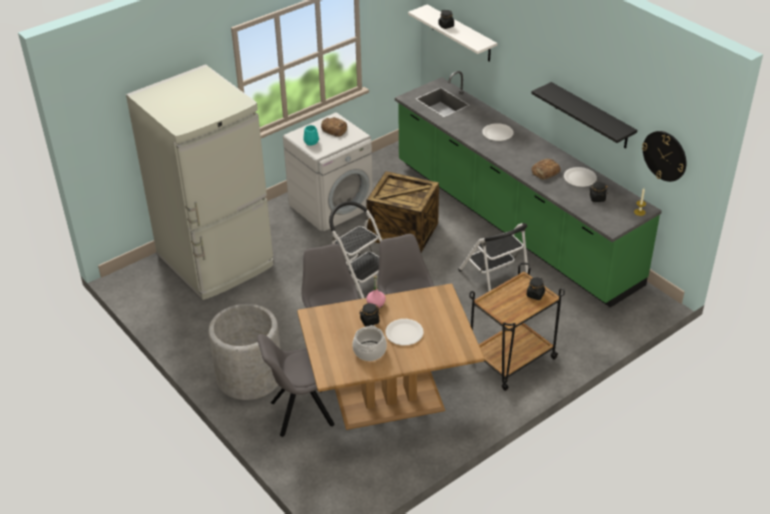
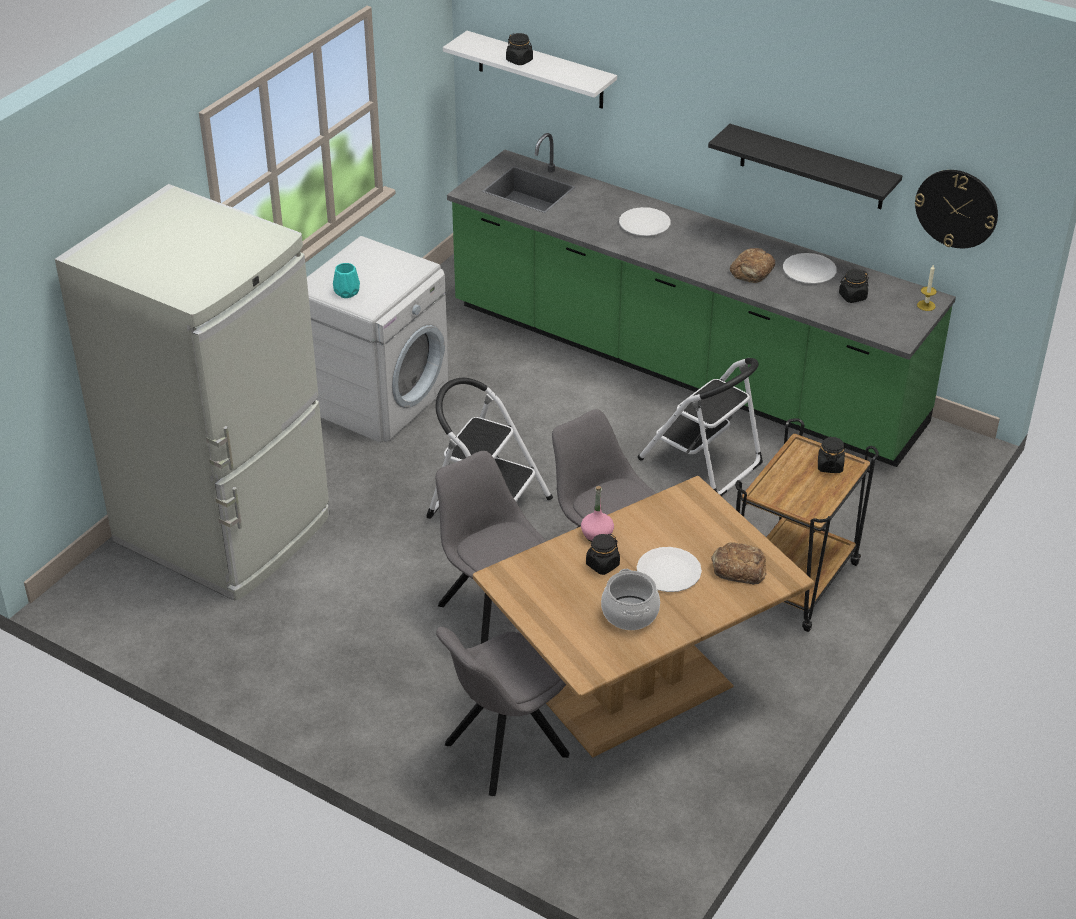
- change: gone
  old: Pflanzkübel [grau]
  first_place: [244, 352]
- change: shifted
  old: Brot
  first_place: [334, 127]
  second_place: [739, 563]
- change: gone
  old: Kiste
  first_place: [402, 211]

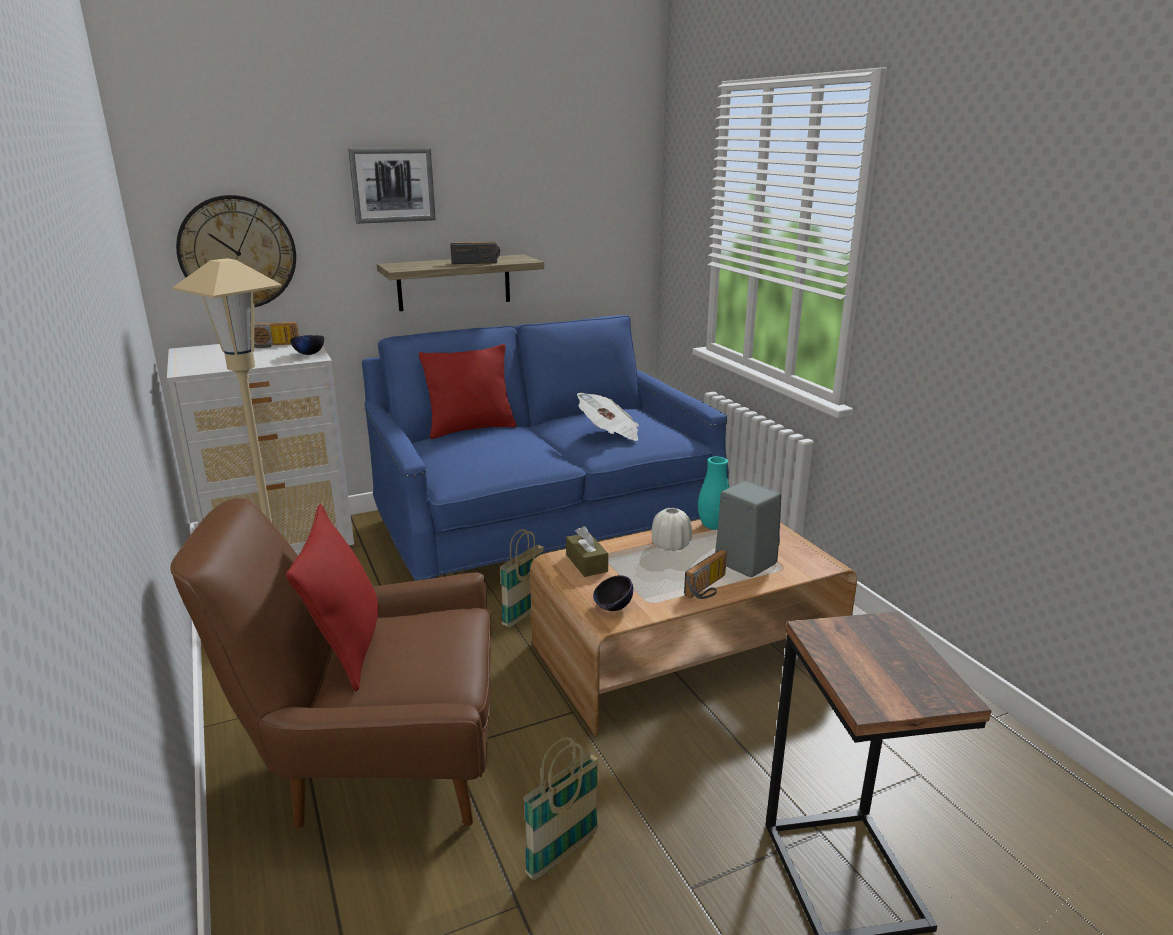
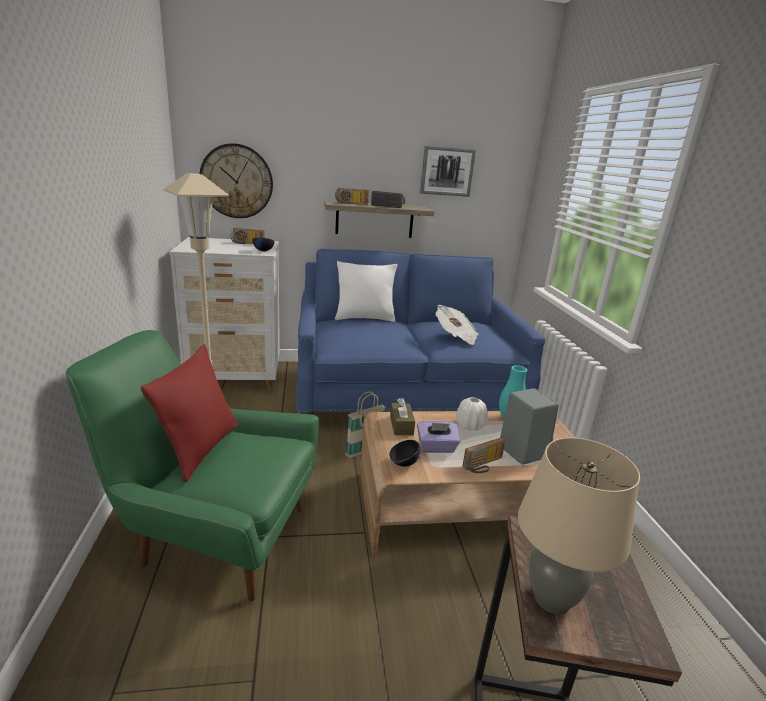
- change: repainted
  old: Sessel [braun]
  new: Sessel [grün]
  first_place: [331, 663]
  second_place: [192, 466]
- change: shifted
  old: Bild
  first_place: [392, 186]
  second_place: [448, 171]
- change: repainted
  old: Kissen [rot]
  new: Kissen [weiß]
  first_place: [468, 391]
  second_place: [366, 291]
- change: gone
  old: Korb
  first_place: [561, 808]
- change: new
  new: Radio
  second_place: [352, 196]
- change: new
  new: Taschentuchbox [lila]
  second_place: [439, 437]
- change: new
  new: Tischlampe [beige]
  second_place: [579, 525]

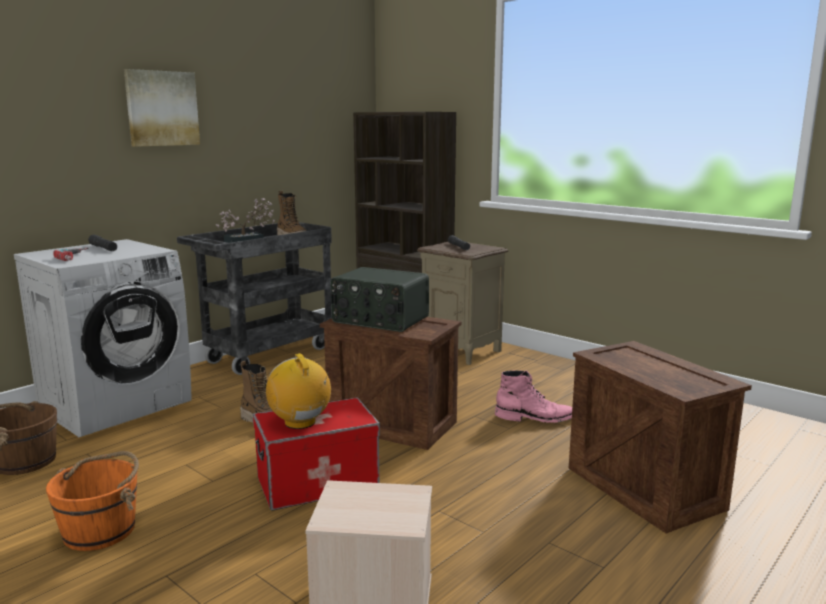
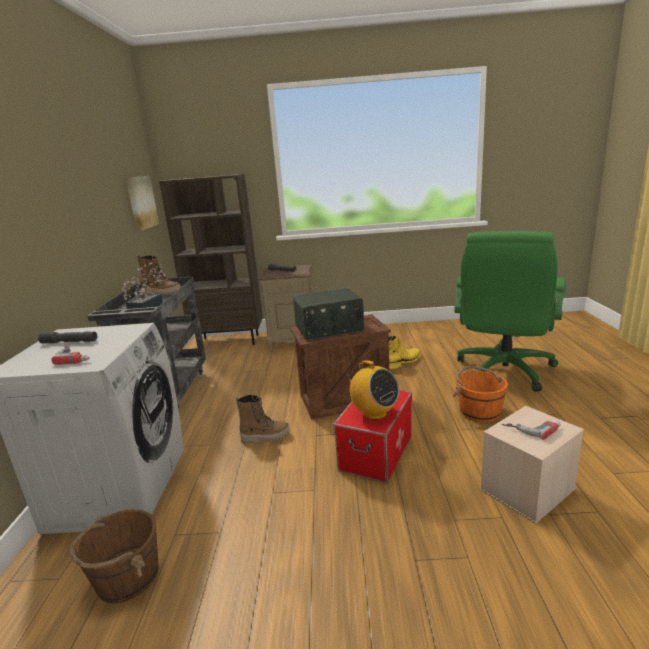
- change: shifted
  old: Eimer [orange]
  first_place: [92, 501]
  second_place: [481, 394]
- change: shifted
  old: Bild
  first_place: [162, 108]
  second_place: [142, 203]
- change: rotated
  old: Radio
  first_place: [298, 391]
  second_place: [373, 390]
  degrees: -150
- change: repainted
  old: Stiefel [rosa]
  new: Stiefel [gelb]
  first_place: [533, 396]
  second_place: [405, 352]
- change: swapped
  old: Kiste
  new: Bürostuhl [grün]
  first_place: [660, 437]
  second_place: [510, 311]
- change: new
  new: Bohrmaschine
  second_place: [531, 430]

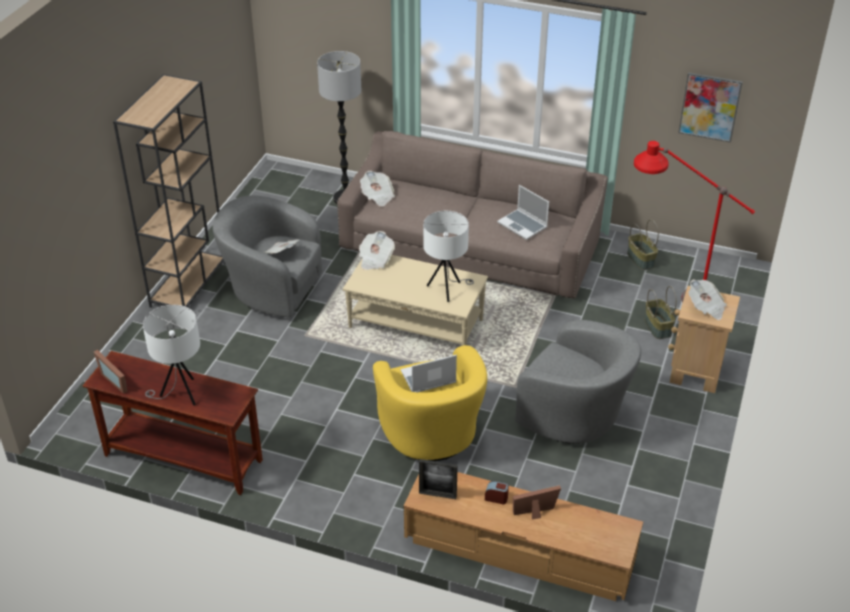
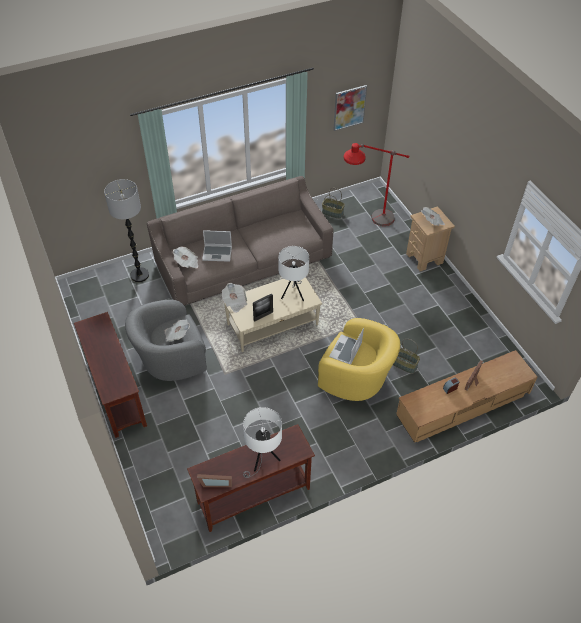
- change: swapped
  old: Bücherregal
  new: Konsolentisch [braun]
  first_place: [169, 191]
  second_place: [110, 375]
- change: shifted
  old: Bilderrahmen
  first_place: [438, 479]
  second_place: [263, 307]
- change: shifted
  old: Laptop
  first_place: [523, 212]
  second_place: [217, 246]
- change: gone
  old: Sessel [grau]
  first_place: [578, 382]
- change: shifted
  old: Korb
  first_place: [660, 312]
  second_place: [406, 356]

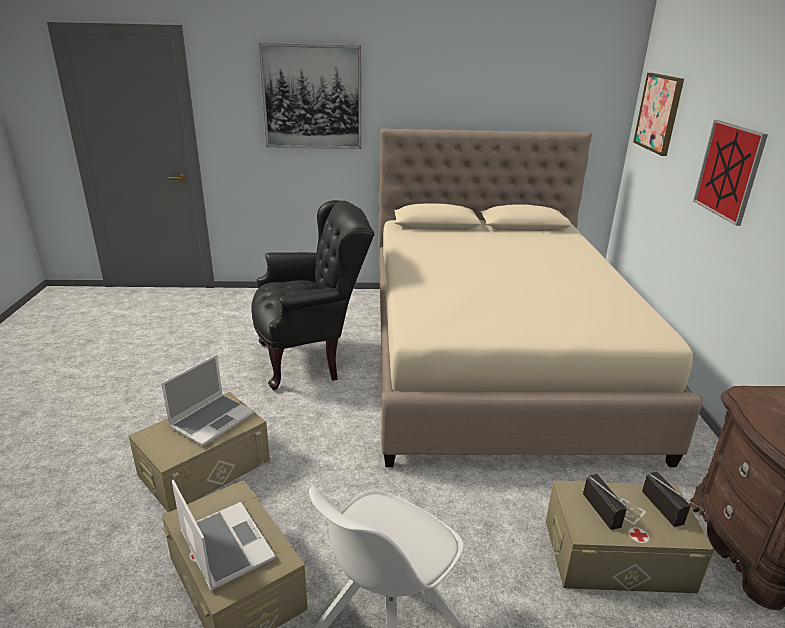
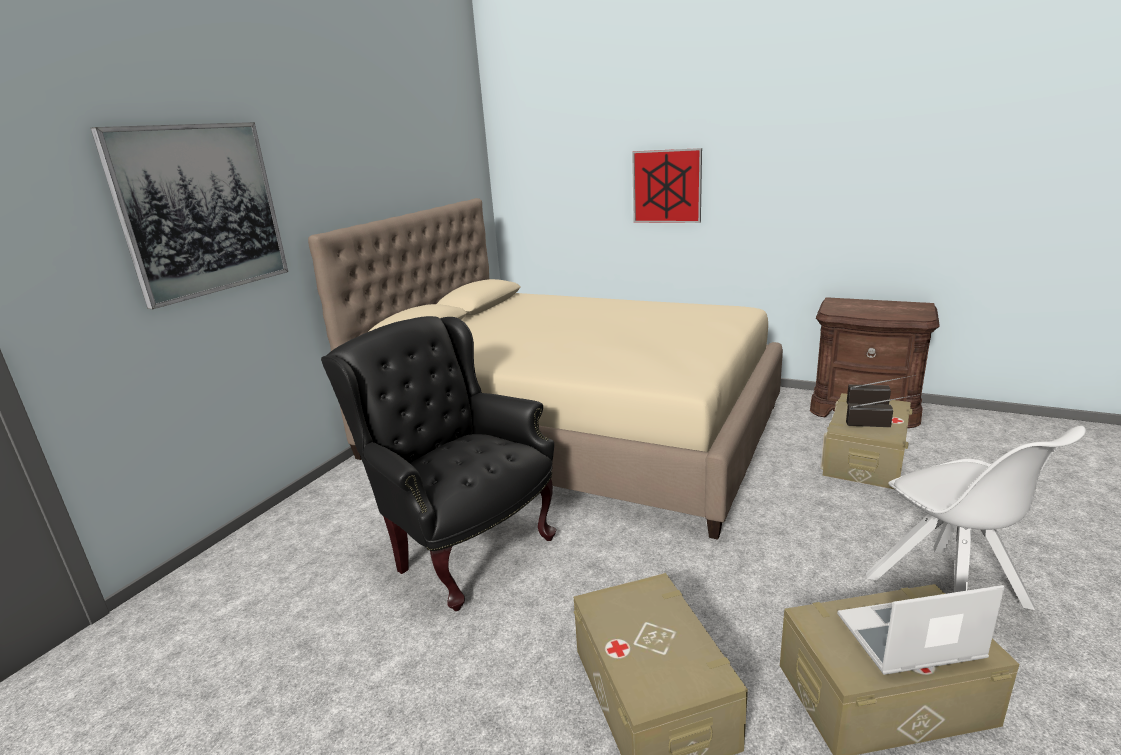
- change: gone
  old: Laptop
  first_place: [207, 400]
- change: rotated
  old: Sessel [schwarz]
  first_place: [312, 295]
  second_place: [438, 463]
  degrees: -60
- change: gone
  old: Bild
  first_place: [658, 114]

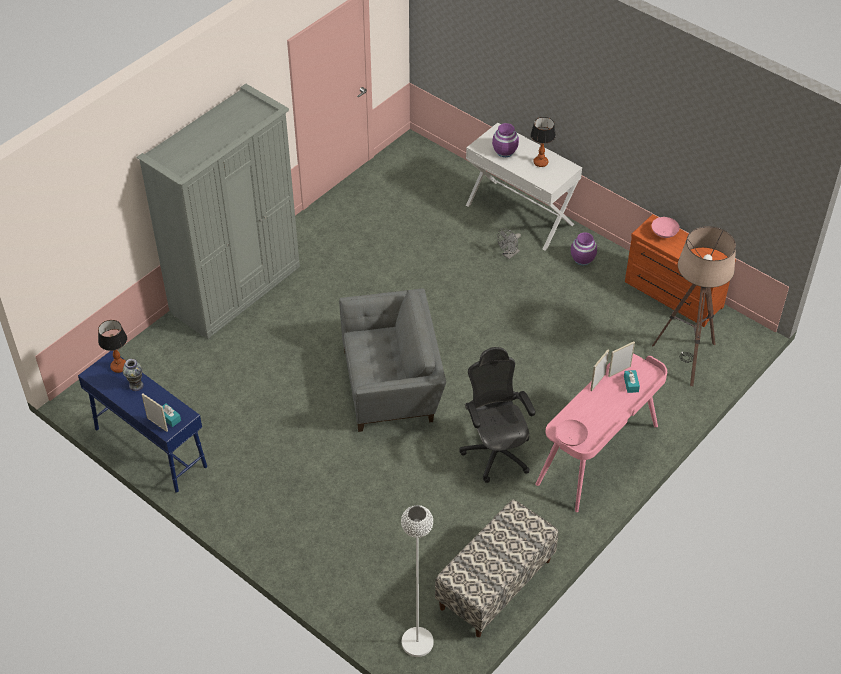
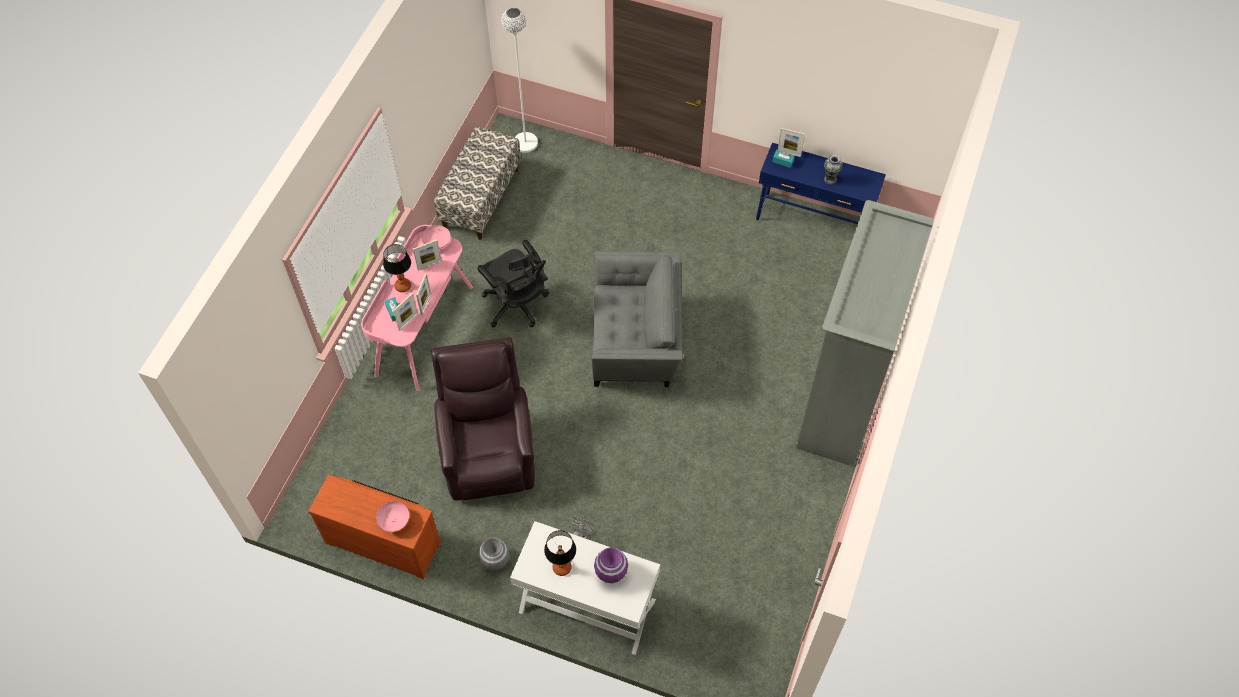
- change: shifted
  old: Tischlampe
  first_place: [112, 346]
  second_place: [397, 268]
- change: rotated
  old: Sessel [grau]
  first_place: [392, 360]
  second_place: [637, 319]
  degrees: -150
- change: repainted
  old: Vase [lila]
  new: Vase [grau]
  first_place: [584, 248]
  second_place: [494, 554]
- change: gone
  old: Stehlampe
  first_place: [694, 306]
- change: new
  new: Bilderrahmen
  second_place: [427, 255]
- change: new
  new: Sessel [braun]
  second_place: [483, 418]

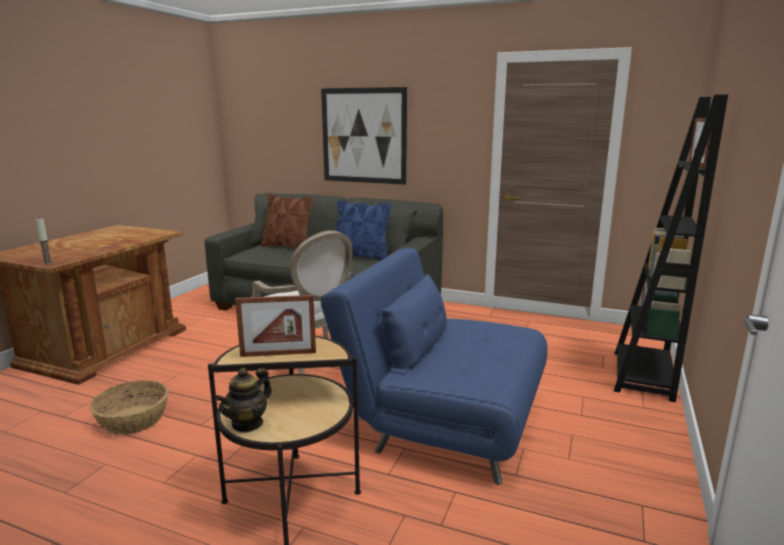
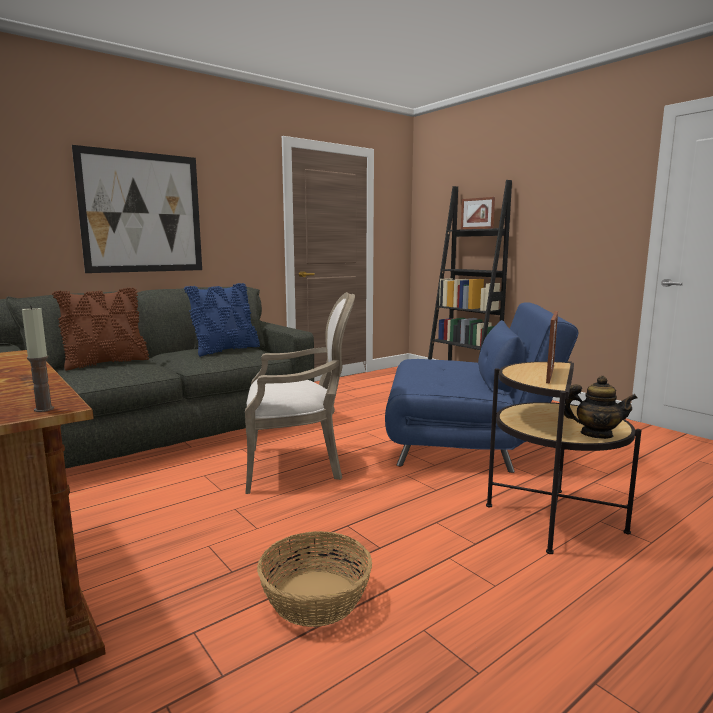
- change: rotated
  old: Teekanne
  first_place: [243, 400]
  second_place: [601, 407]
  degrees: -45
- change: rotated
  old: Sessel [blau]
  first_place: [434, 366]
  second_place: [481, 387]
  degrees: -135

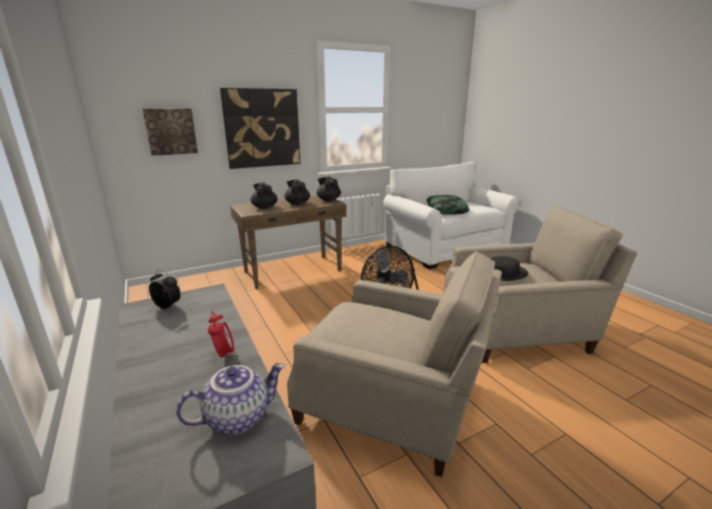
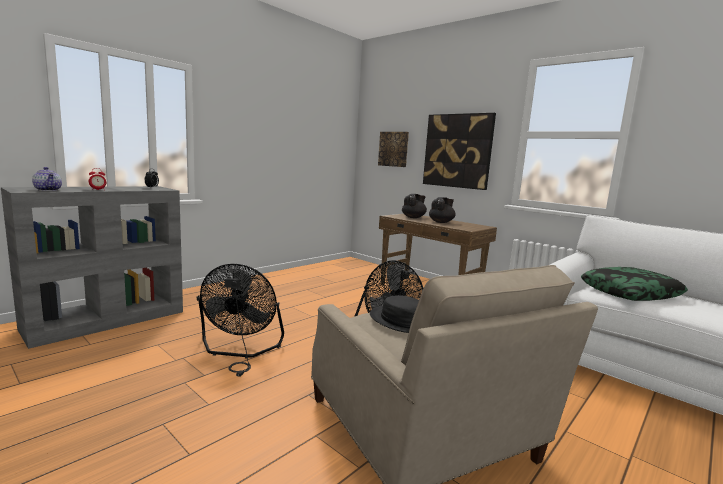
- change: swapped
  old: Sessel [beige]
  new: Ventilator [schwarz]
  first_place: [394, 364]
  second_place: [240, 320]
- change: gone
  old: Teekanne [schwarz]
  first_place: [329, 188]

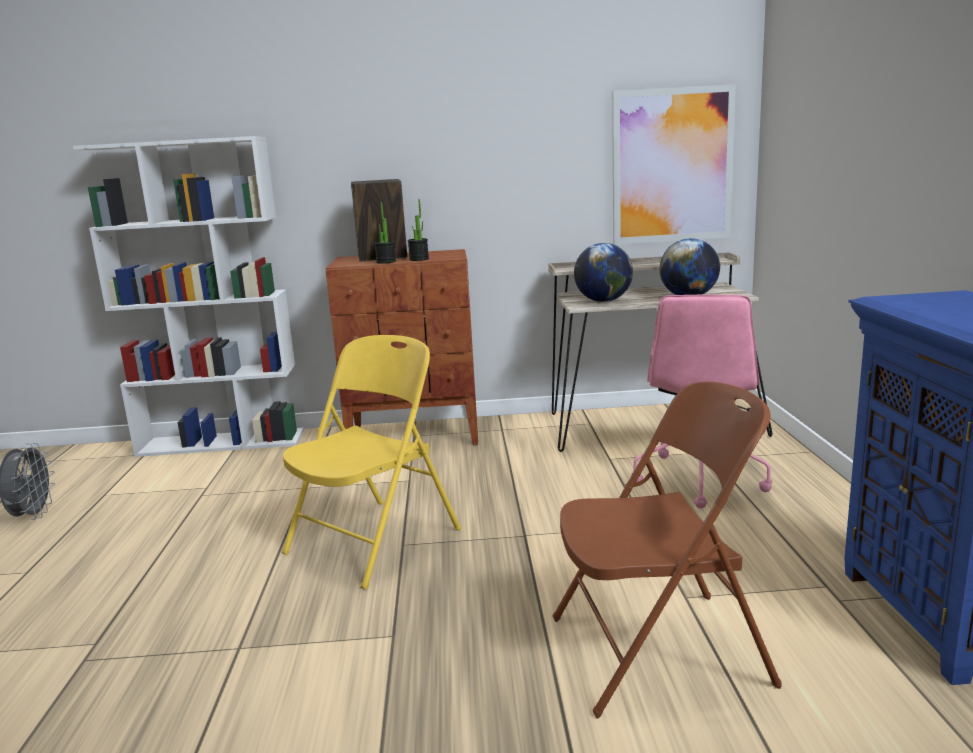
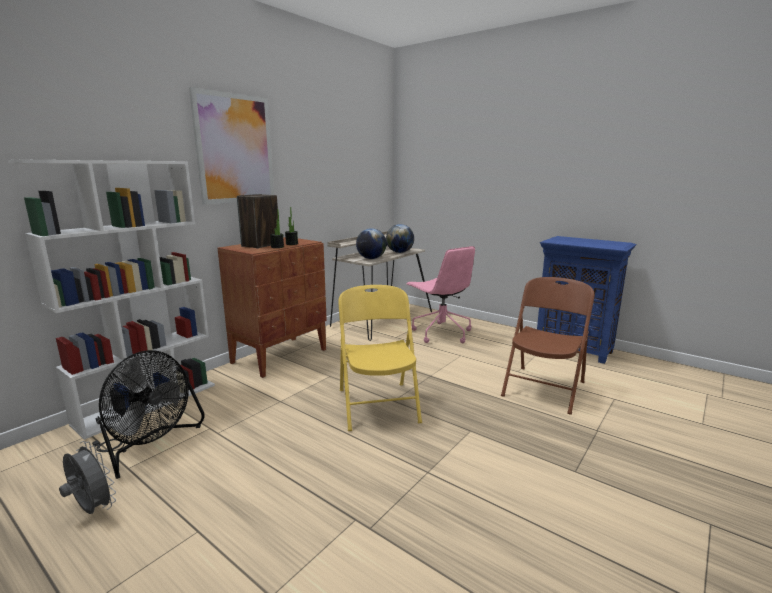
- change: shifted
  old: Bild
  first_place: [674, 164]
  second_place: [231, 145]
- change: new
  new: Ventilator [schwarz]
  second_place: [148, 414]

